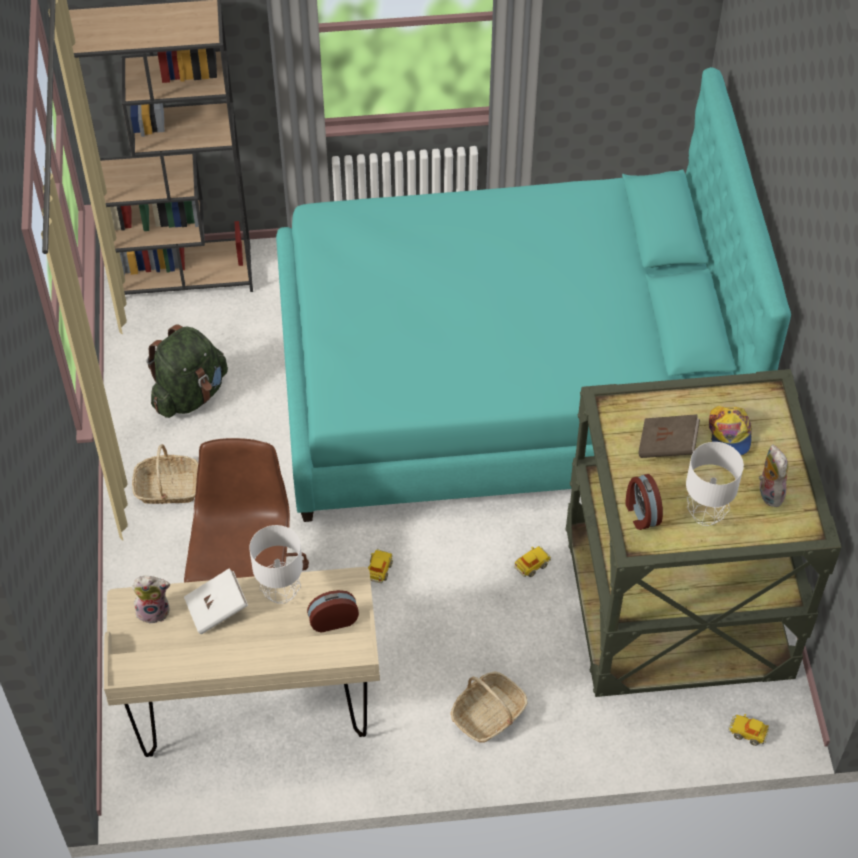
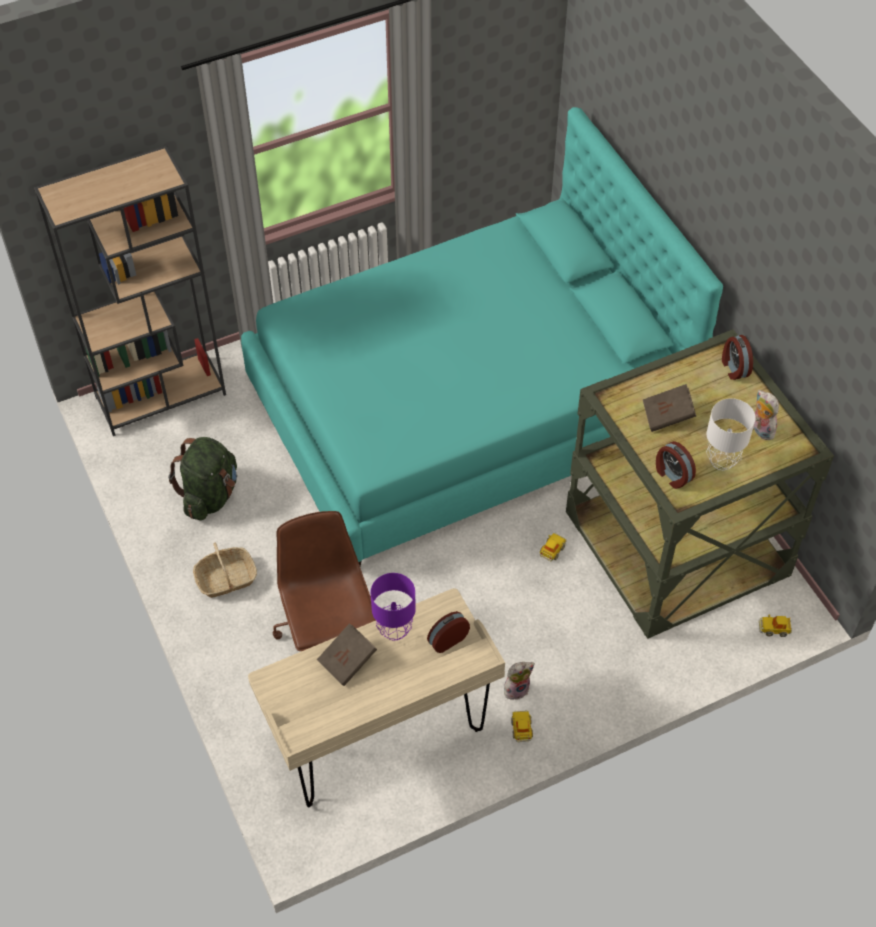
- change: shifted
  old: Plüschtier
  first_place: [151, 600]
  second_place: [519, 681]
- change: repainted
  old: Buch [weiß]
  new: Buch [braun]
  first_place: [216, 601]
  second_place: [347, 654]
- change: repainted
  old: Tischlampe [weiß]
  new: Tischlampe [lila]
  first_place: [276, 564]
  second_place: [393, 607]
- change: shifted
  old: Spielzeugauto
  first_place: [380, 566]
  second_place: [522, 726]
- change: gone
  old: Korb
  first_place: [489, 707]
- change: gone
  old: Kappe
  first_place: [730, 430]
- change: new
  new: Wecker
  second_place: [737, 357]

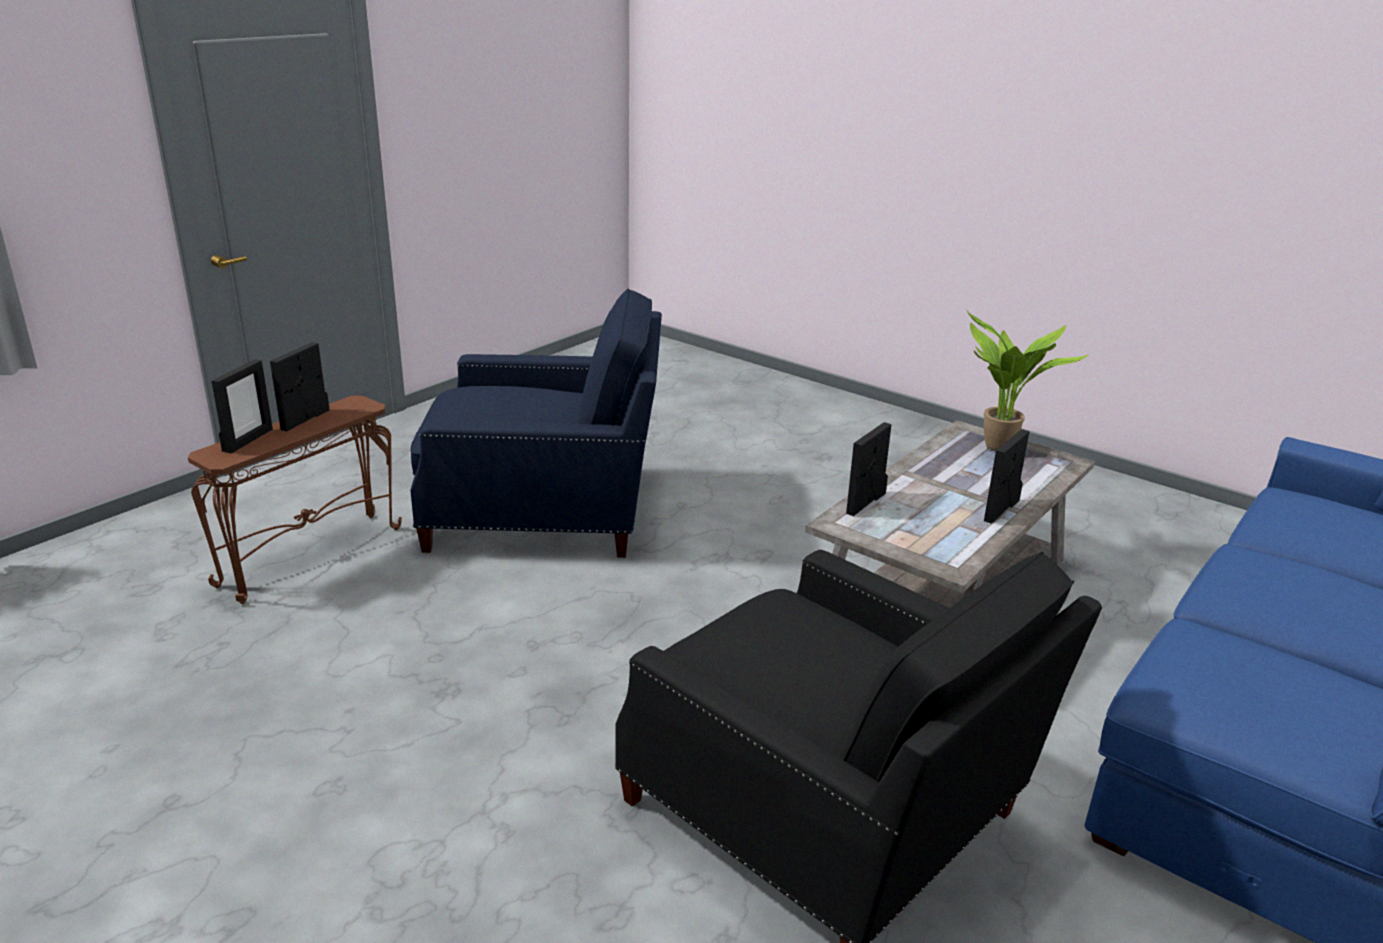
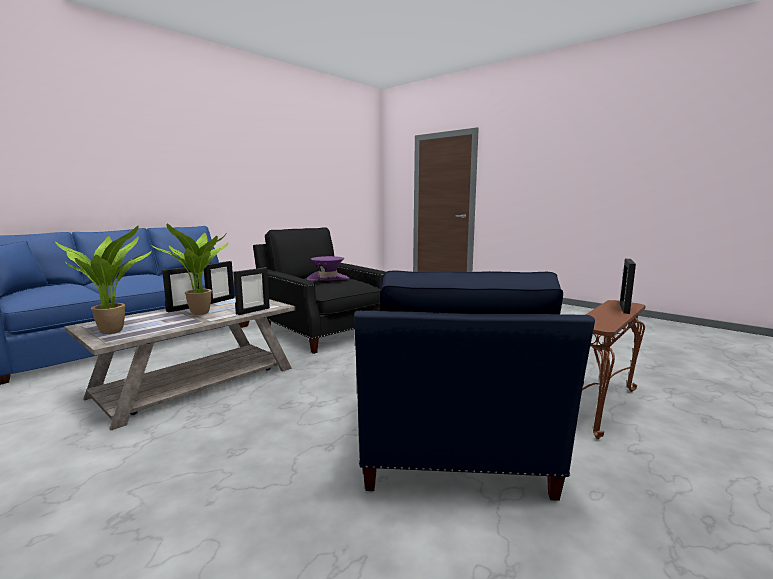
- change: shifted
  old: Bilderrahmen
  first_place: [300, 386]
  second_place: [219, 282]
- change: rotated
  old: Sessel [blau]
  first_place: [536, 423]
  second_place: [474, 385]
  degrees: -90
- change: new
  new: Topfpflanze
  second_place: [189, 269]
- change: new
  new: Hut [lila]
  second_place: [328, 268]

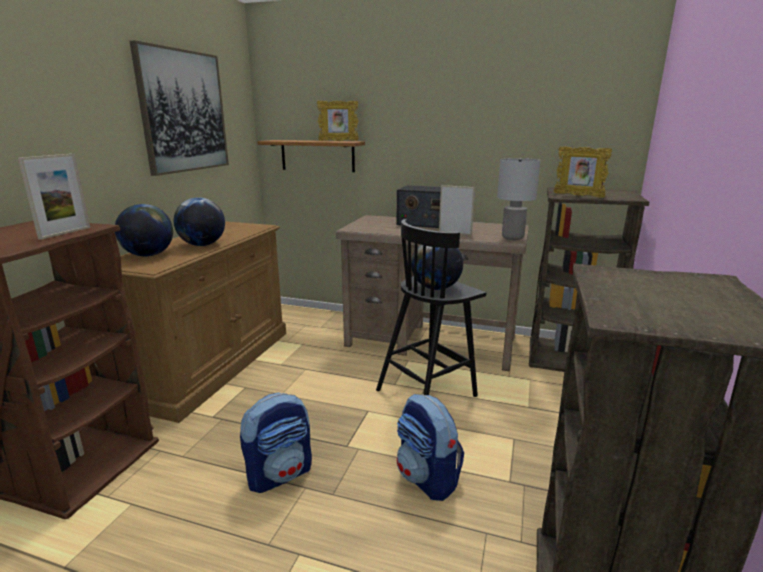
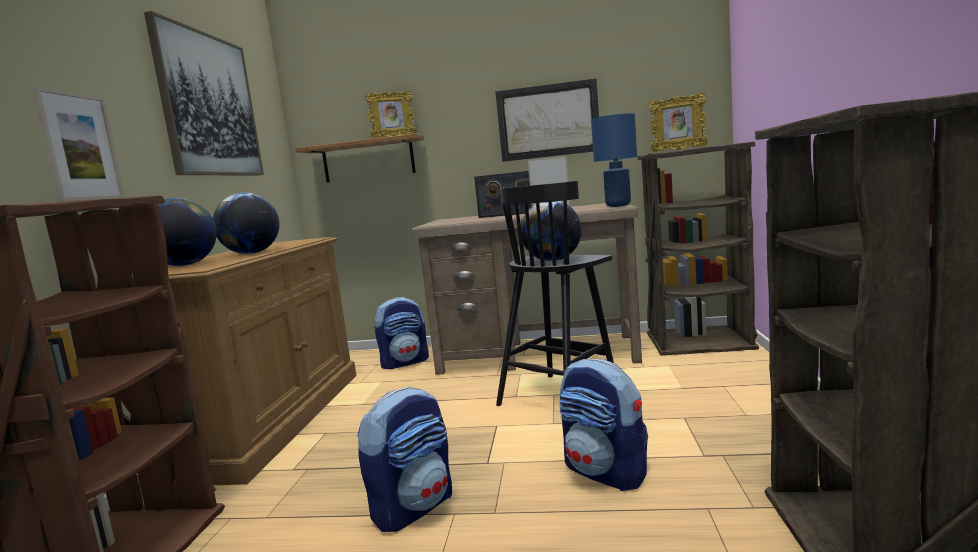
- change: repainted
  old: Tischlampe [grau]
  new: Tischlampe [blau]
  first_place: [519, 199]
  second_place: [614, 160]
- change: new
  new: Rucksack
  second_place: [401, 333]
- change: new
  new: Bild
  second_place: [547, 120]

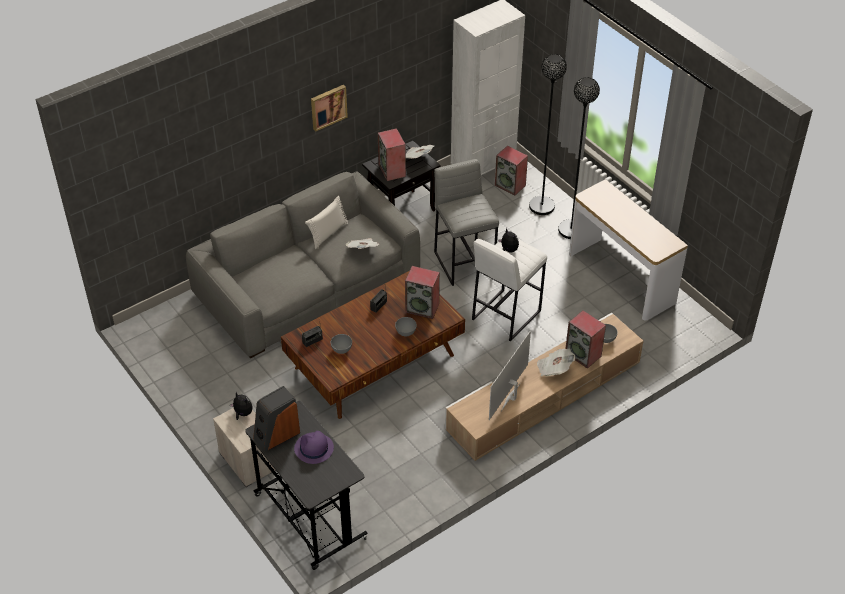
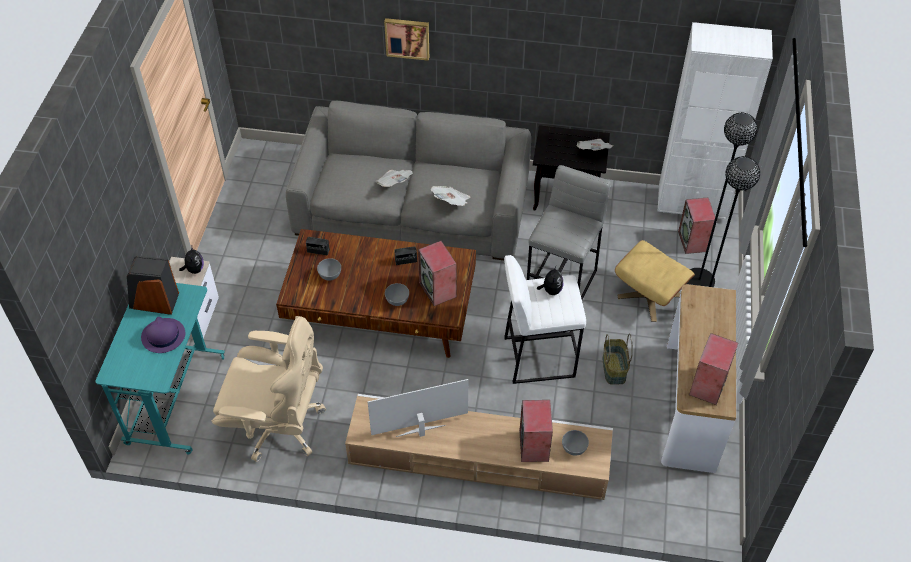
- change: repainted
  old: Schreibtisch [schwarz]
  new: Schreibtisch [türkis]
  first_place: [306, 485]
  second_place: [160, 368]
- change: gone
  old: Kissen [weiß]
  first_place: [326, 222]
- change: shifted
  old: Bild
  first_place: [329, 108]
  second_place: [406, 39]
- change: shifted
  old: Lautsprecher
  first_place: [392, 154]
  second_place: [713, 369]
- change: shifted
  old: Zeitung
  first_place: [556, 362]
  second_place: [394, 178]
- change: new
  new: Bürostuhl [beige]
  second_place: [269, 389]
- change: new
  new: Korb
  second_place: [618, 359]
- change: new
  new: Polsterhocker [beige]
  second_place: [655, 281]

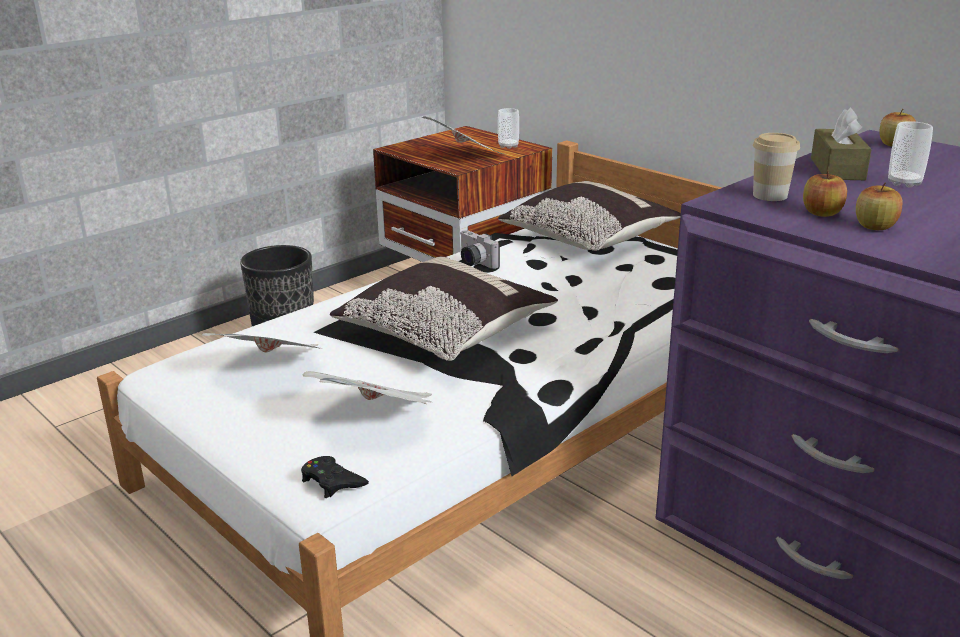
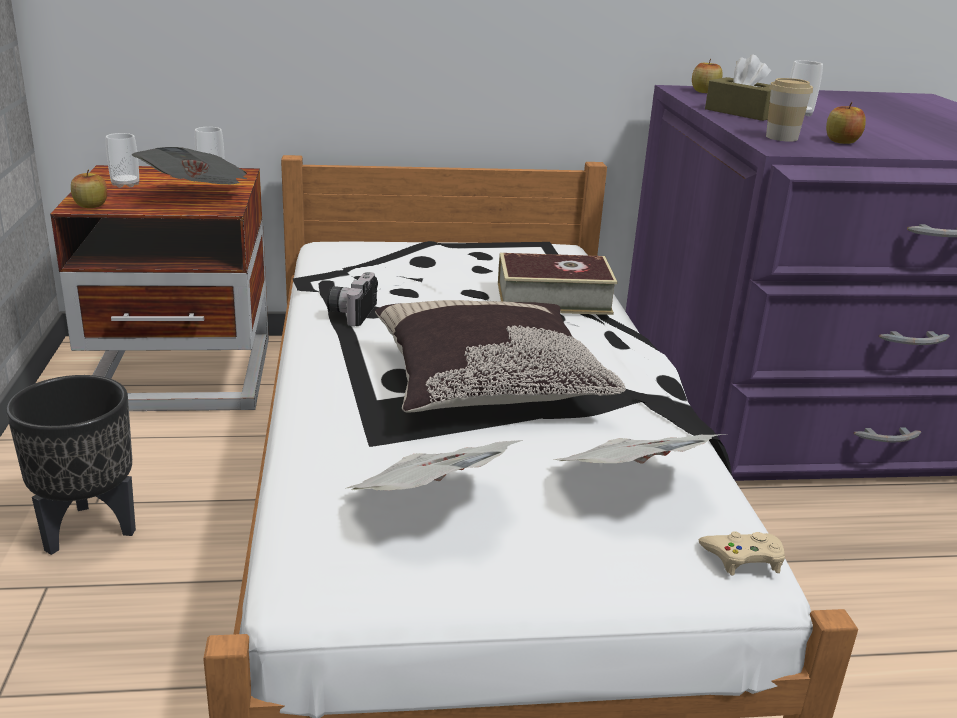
- change: repainted
  old: Gamepad [schwarz]
  new: Gamepad [beige]
  first_place: [335, 477]
  second_place: [742, 553]
- change: rotated
  old: Kamera
  first_place: [480, 249]
  second_place: [352, 299]
  degrees: 105
- change: gone
  old: Kissen
  first_place: [589, 216]
- change: shifted
  old: Apfel
  first_place: [879, 206]
  second_place: [89, 189]
- change: new
  new: Tasse
  second_place: [122, 160]
- change: new
  new: Buch
  second_place: [557, 284]

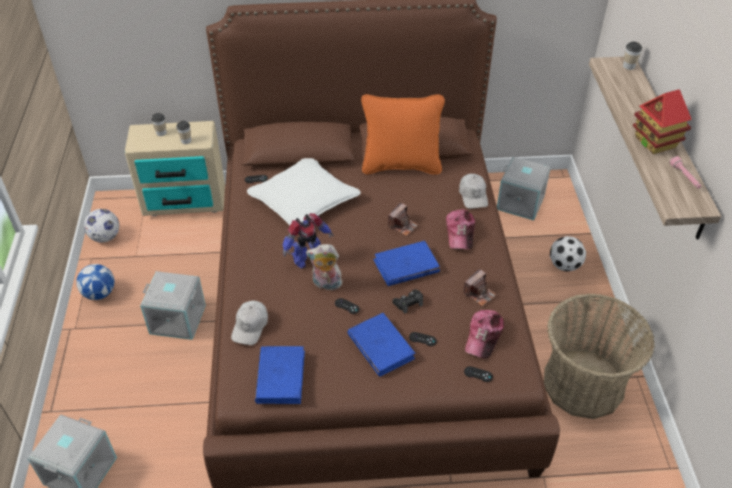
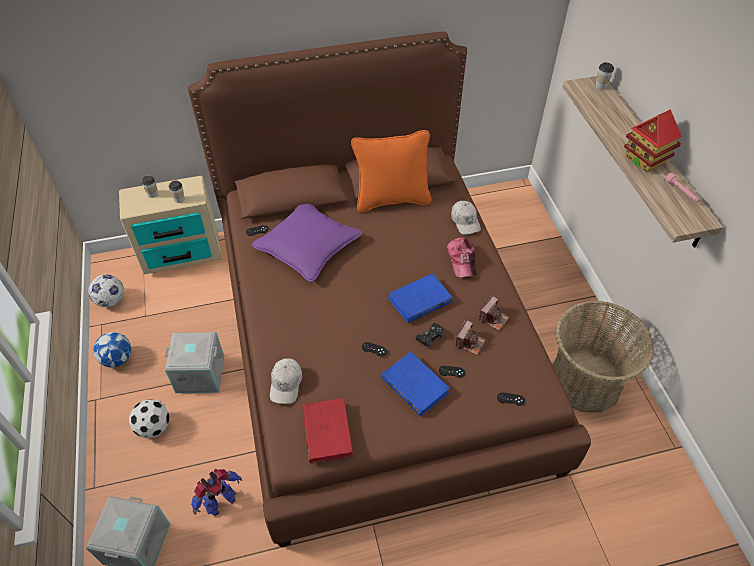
- change: repainted
  old: Kissen [weiß]
  new: Kissen [lila]
  first_place: [304, 192]
  second_place: [307, 243]
- change: repainted
  old: Buch [blau]
  new: Buch [rot]
  first_place: [280, 375]
  second_place: [327, 430]
- change: shifted
  old: Spielzeugroboter
  first_place: [308, 241]
  second_place: [216, 492]
- change: gone
  old: Plüschtier
  first_place: [324, 267]
- change: shifted
  old: Kamera
  first_place: [403, 219]
  second_place: [470, 337]
- change: gone
  old: Kappe
  first_place: [484, 334]
- change: gone
  old: Aufbewahrungsbox [grau]
  first_place: [524, 188]
- change: shifted
  old: Fußball
  first_place: [568, 254]
  second_place: [149, 418]

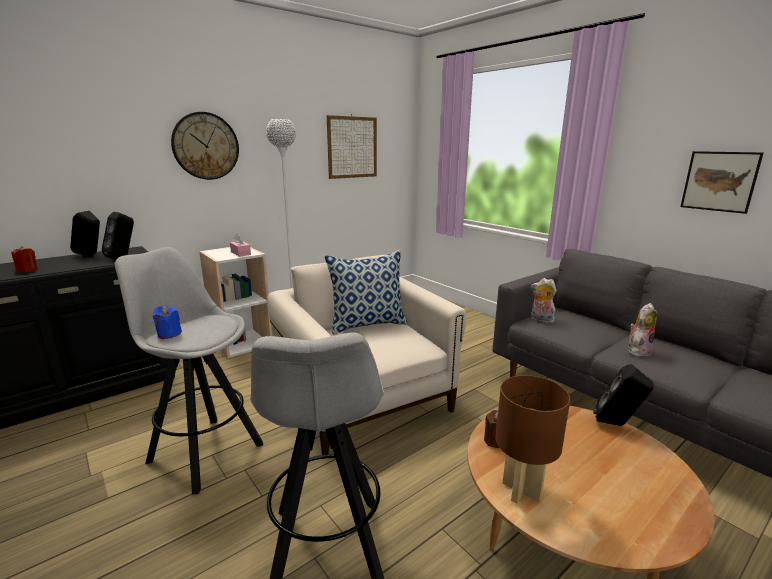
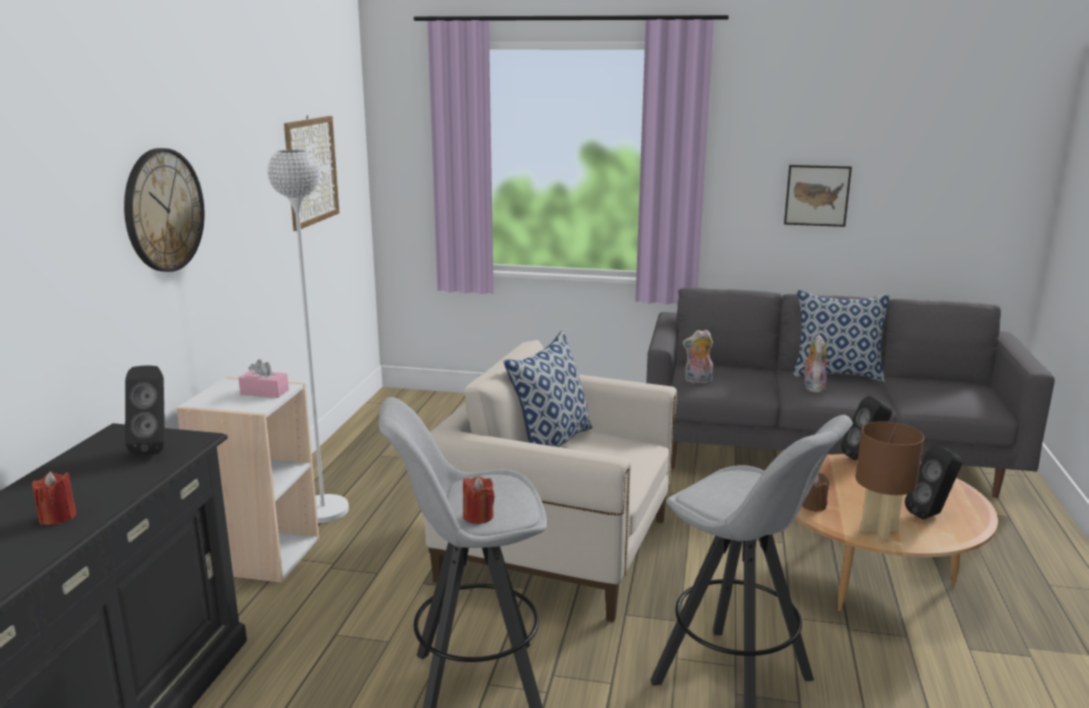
- change: shifted
  old: Lautsprecher [schwarz]
  first_place: [85, 233]
  second_place: [933, 482]
- change: repainted
  old: Kerze [blau]
  new: Kerze [rot]
  first_place: [167, 322]
  second_place: [479, 500]
- change: new
  new: Kissen
  second_place: [841, 336]

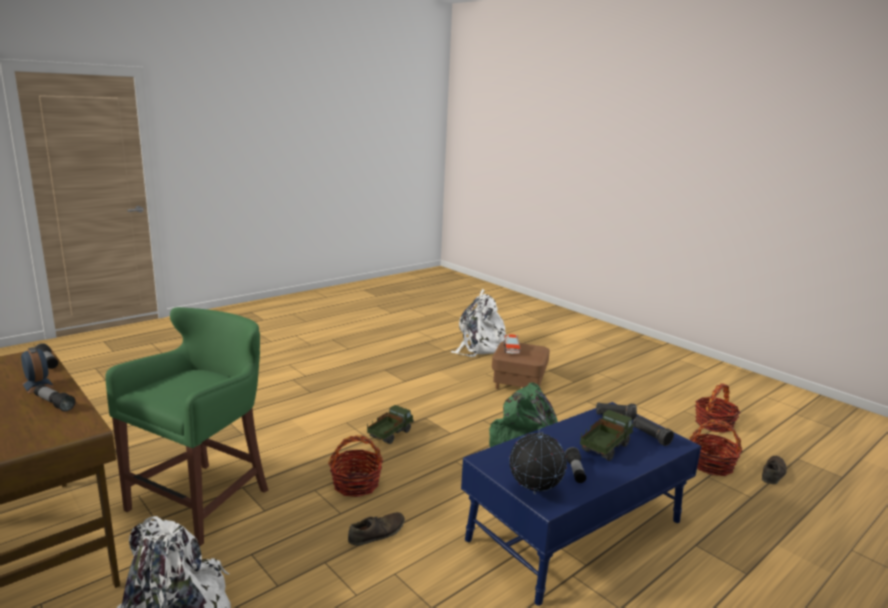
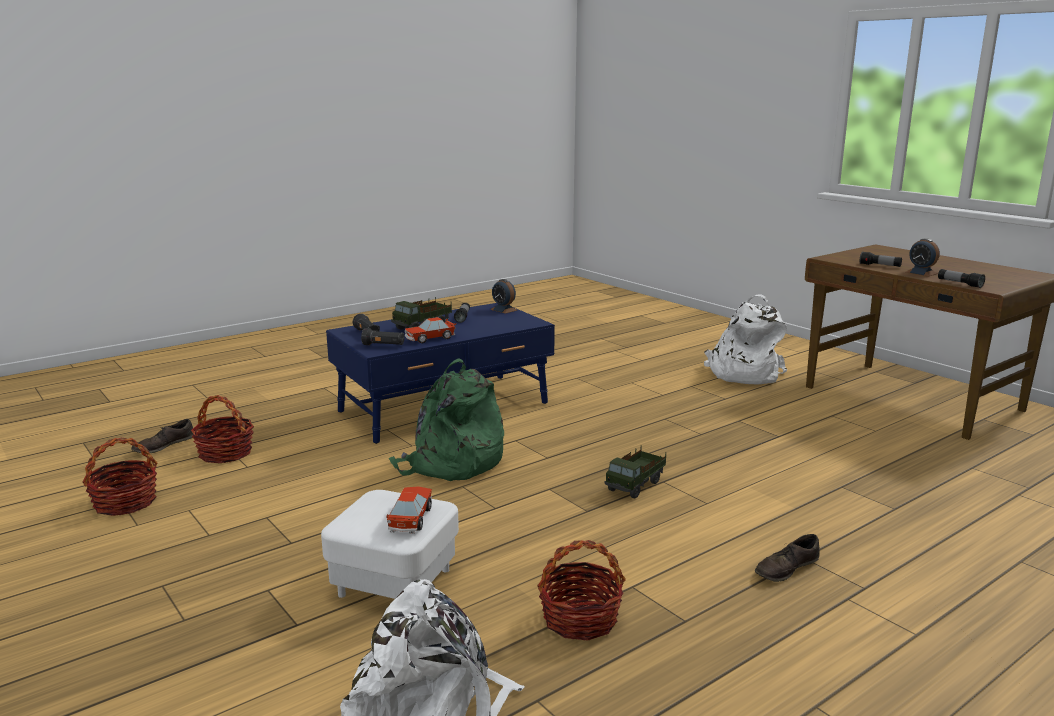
- change: gone
  old: Hocker [grün]
  first_place: [187, 426]
- change: shifted
  old: Korb
  first_place: [355, 466]
  second_place: [581, 590]
- change: shifted
  old: Schuh [braun]
  first_place: [376, 529]
  second_place: [787, 558]
- change: repainted
  old: Polsterhocker [braun]
  new: Polsterhocker [weiß]
  first_place: [521, 365]
  second_place: [390, 544]
- change: swapped
  old: Globus
  new: Wecker
  first_place: [538, 462]
  second_place: [503, 296]
- change: new
  new: Spielzeugauto
  second_place: [430, 330]

